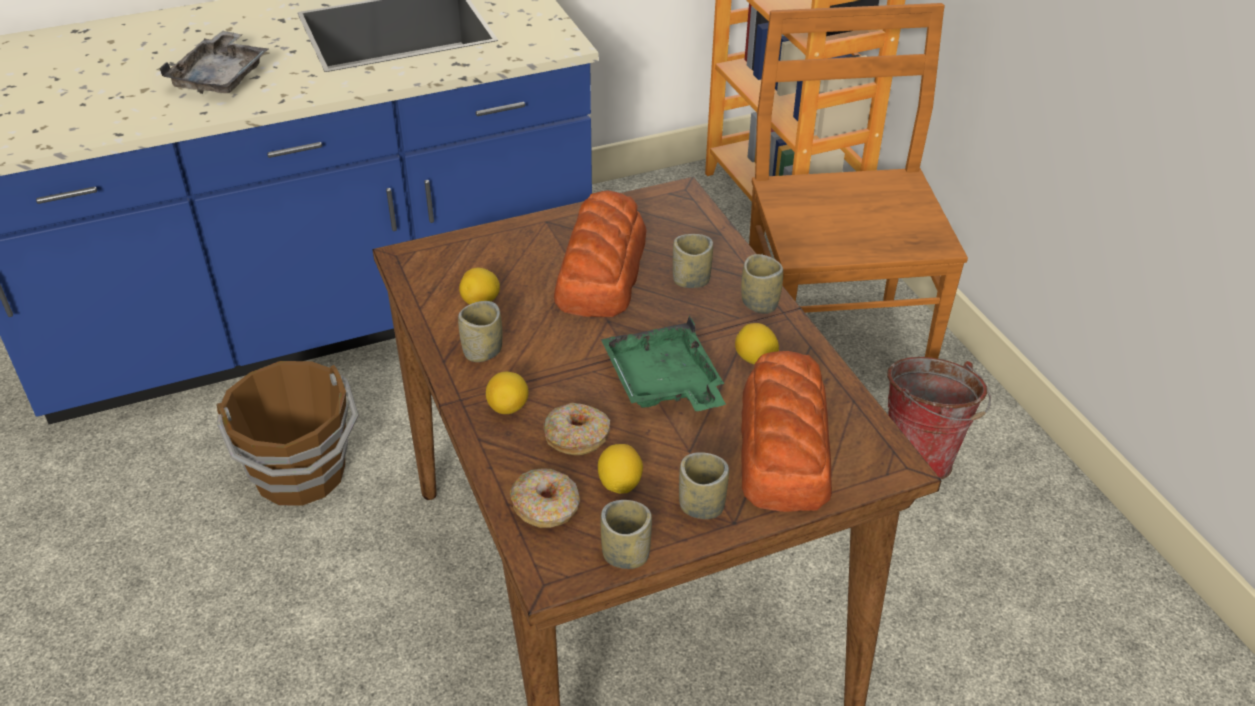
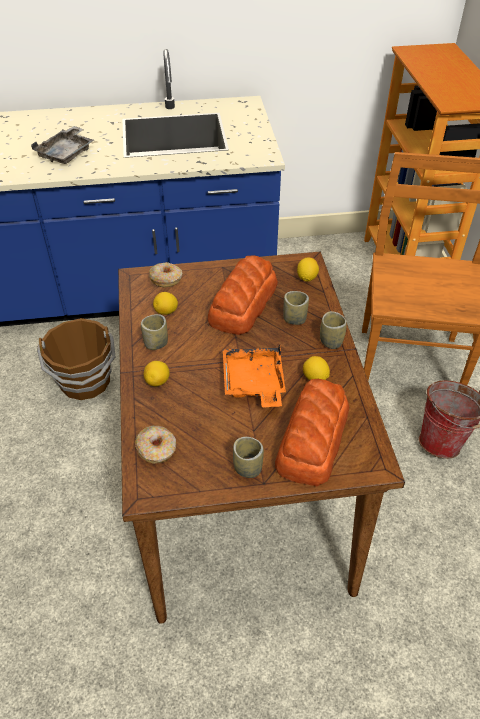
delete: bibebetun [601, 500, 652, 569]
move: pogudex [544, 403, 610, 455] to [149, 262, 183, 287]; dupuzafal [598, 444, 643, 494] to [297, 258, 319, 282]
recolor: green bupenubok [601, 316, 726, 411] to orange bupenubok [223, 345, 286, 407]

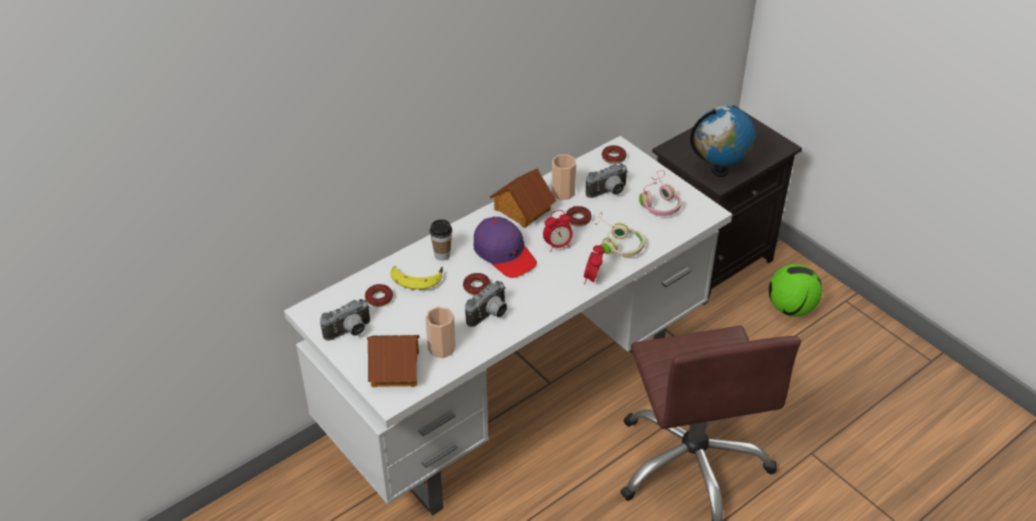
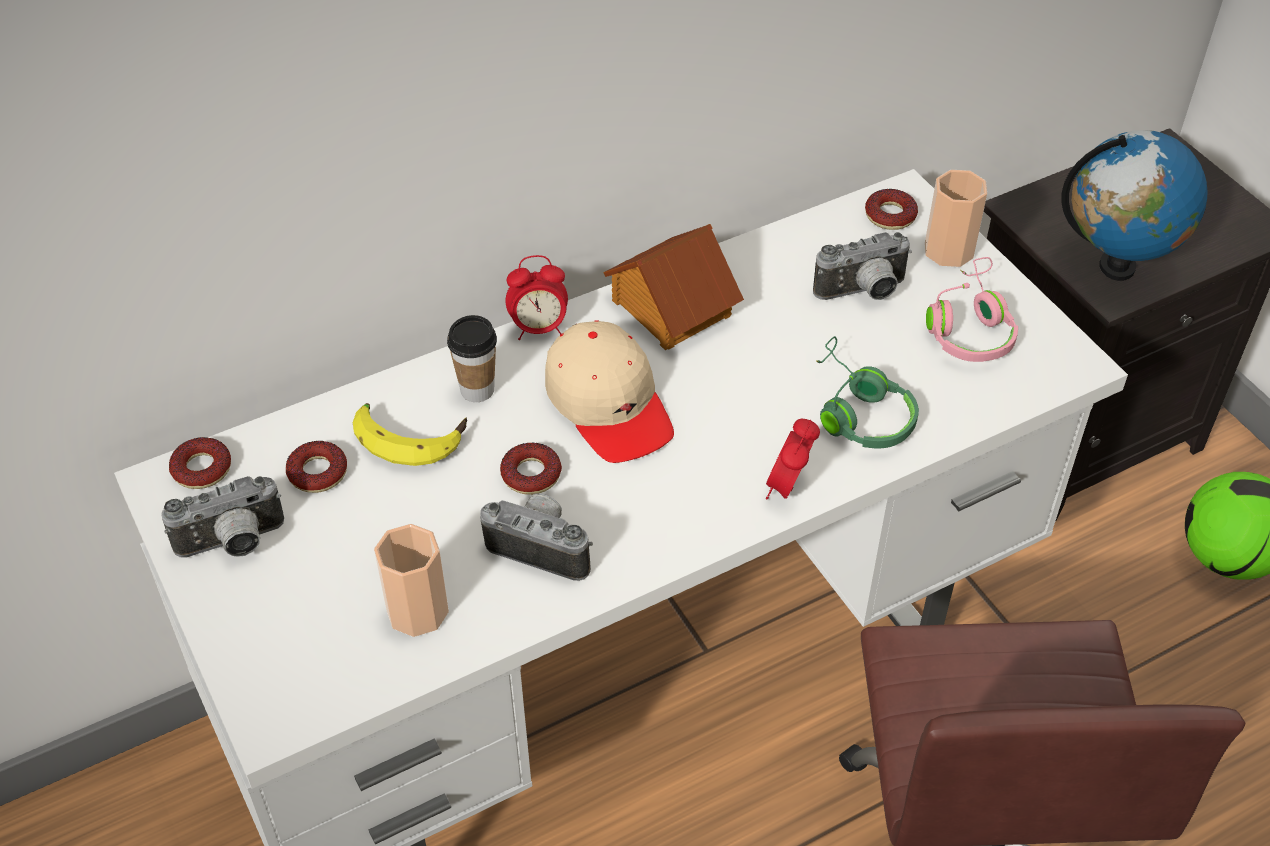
delete: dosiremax [367, 335, 419, 387]
move: bibebetun [551, 154, 576, 200] to [925, 170, 987, 267]; pogudex [566, 206, 592, 227] to [169, 437, 231, 489]; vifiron [543, 210, 573, 252] to [506, 255, 568, 340]
recolor: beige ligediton [594, 212, 644, 257] to green ligediton [817, 336, 919, 448]; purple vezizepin [473, 216, 537, 278] to beige vezizepin [545, 320, 674, 463]
rotate: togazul [465, 281, 507, 327] = [480, 493, 593, 581] 120 degrees counterclockwise

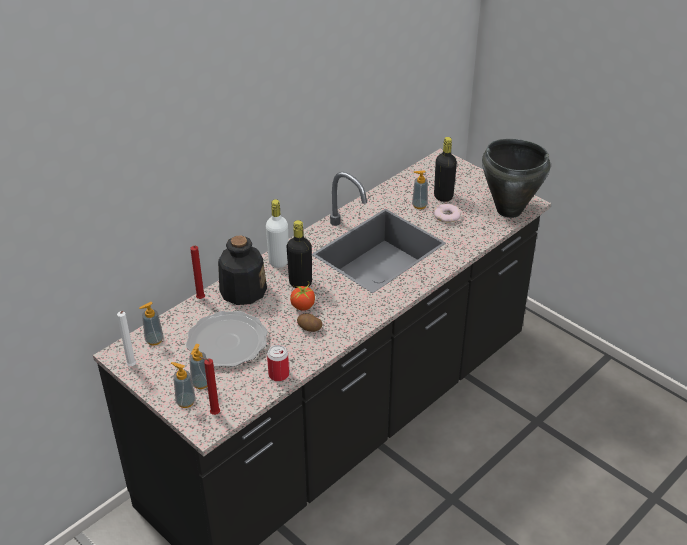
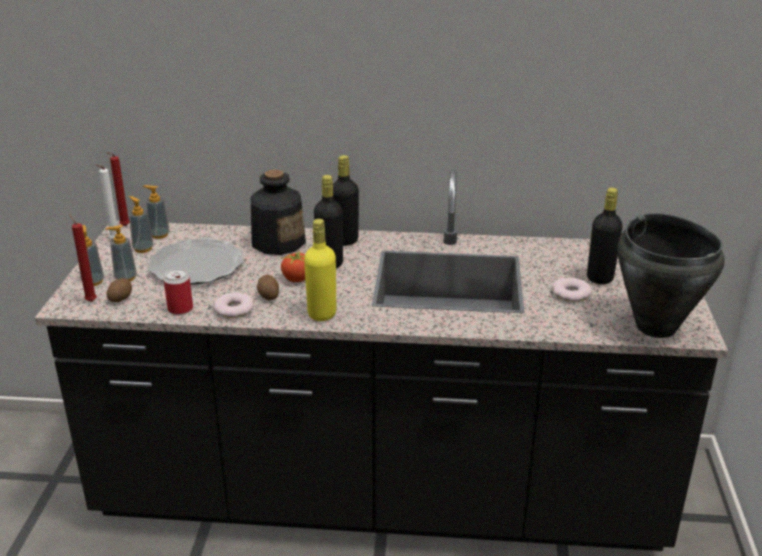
insert: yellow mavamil [304, 219, 336, 321]; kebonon [106, 278, 132, 302]; pogudex [214, 292, 254, 318]
move: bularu [412, 170, 428, 209] to [129, 196, 154, 253]; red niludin [190, 245, 205, 299] to [106, 152, 130, 226]
recolor: white mavamil [266, 199, 288, 268] to black mavamil [333, 155, 359, 246]

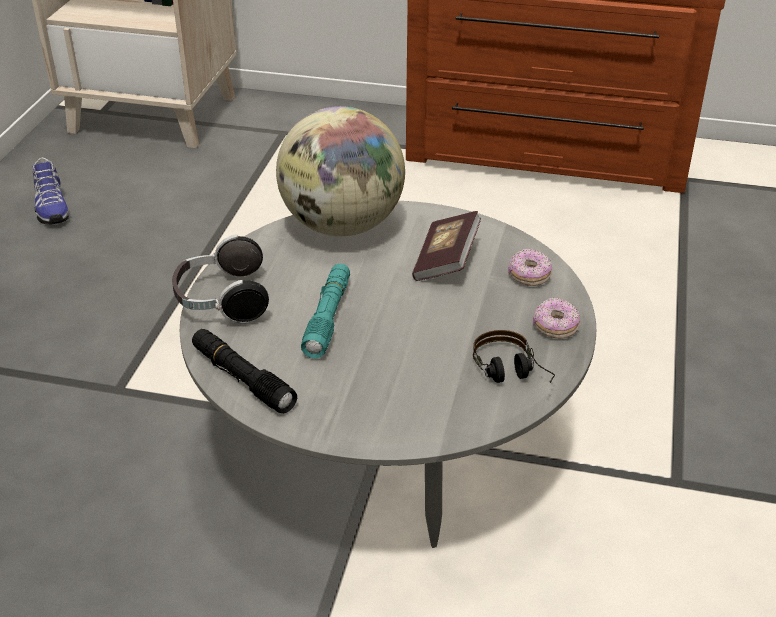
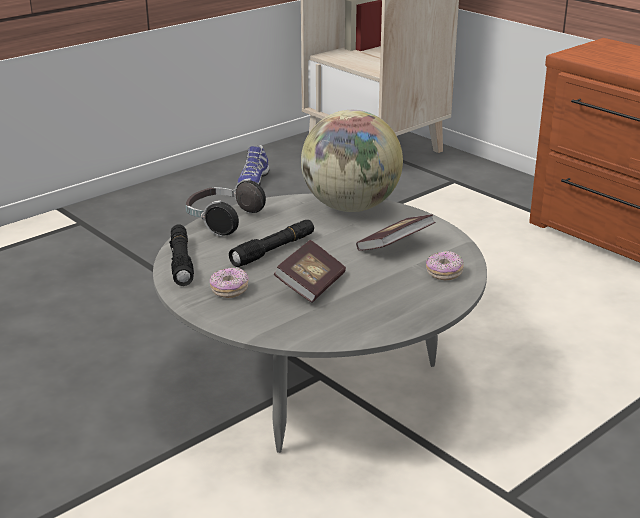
delete: ligediton [473, 330, 555, 383]
insert: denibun [274, 240, 346, 303]
move: pogudex [533, 298, 580, 339] to [210, 267, 249, 298]
recolor: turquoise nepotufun [301, 264, 350, 359] to black nepotufun [229, 220, 314, 267]

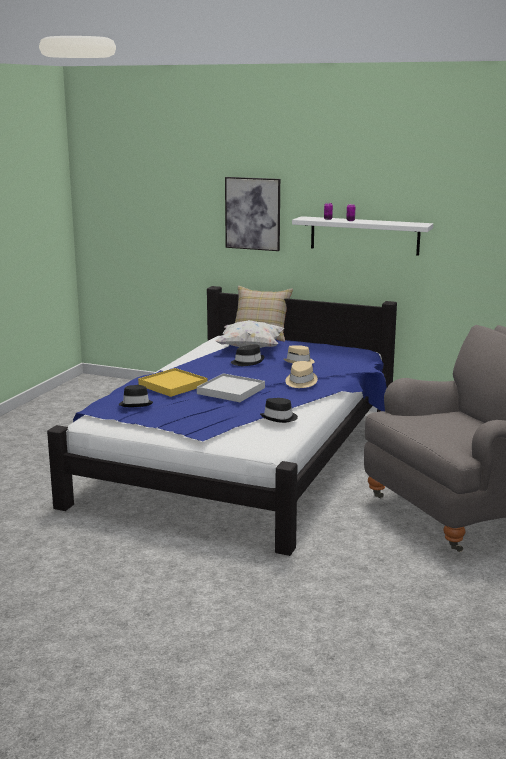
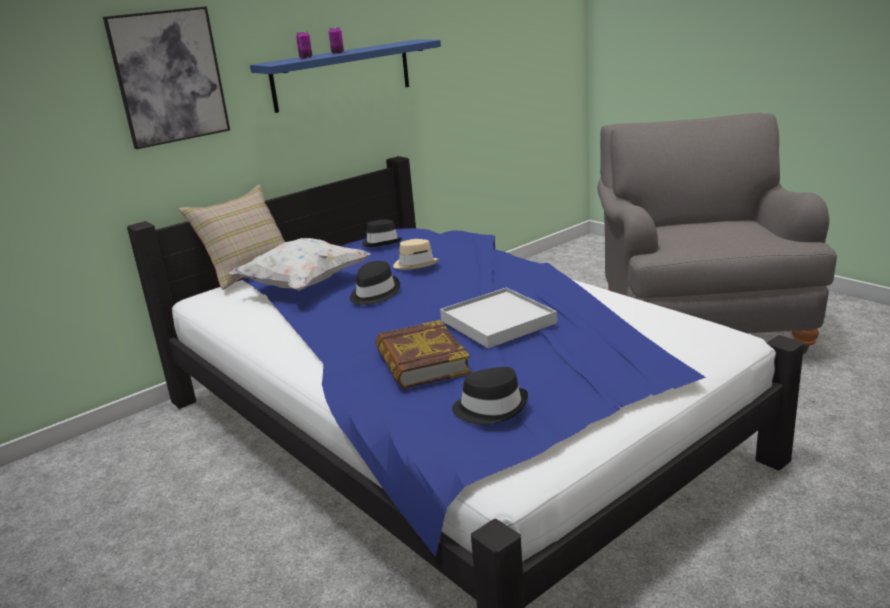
delete: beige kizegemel [285, 361, 318, 388]
move: black kizegemel [260, 398, 298, 423] to [362, 219, 402, 247]
replace: yellow bupenubok [138, 368, 207, 397] to denibun [375, 320, 471, 389]
recolor: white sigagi [292, 216, 433, 256] to blue sigagi [250, 39, 441, 113]

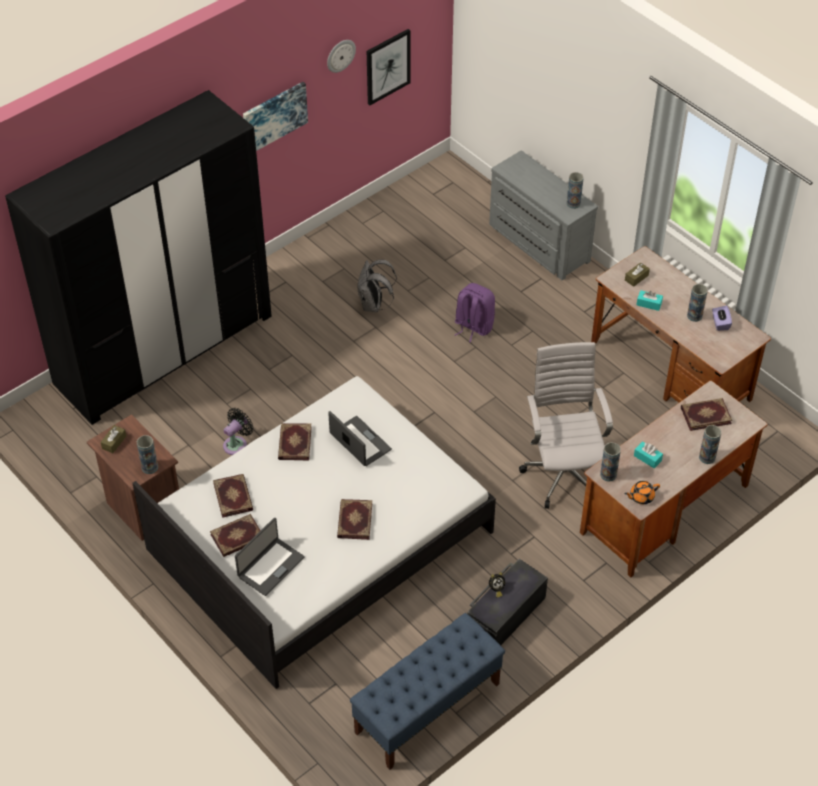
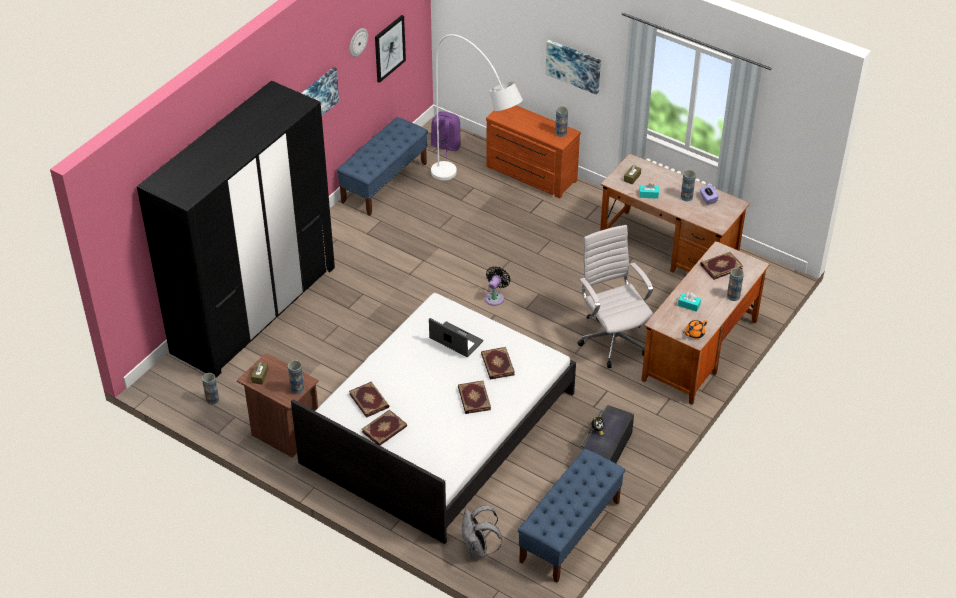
delete: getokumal [235, 517, 305, 596]
insert: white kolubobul [431, 34, 523, 180]; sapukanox [545, 40, 601, 95]; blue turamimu [336, 117, 428, 216]
move: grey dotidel [357, 260, 397, 312] to [462, 505, 502, 558]; purple dotidel [455, 283, 495, 343] to [431, 111, 461, 158]; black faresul [223, 408, 254, 455] to [485, 266, 511, 306]; denibun [278, 423, 312, 460] to [481, 347, 515, 379]; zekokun [600, 442, 621, 482] to [202, 373, 219, 405]
recolor: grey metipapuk [489, 150, 598, 280] to brown metipapuk [486, 105, 581, 199]

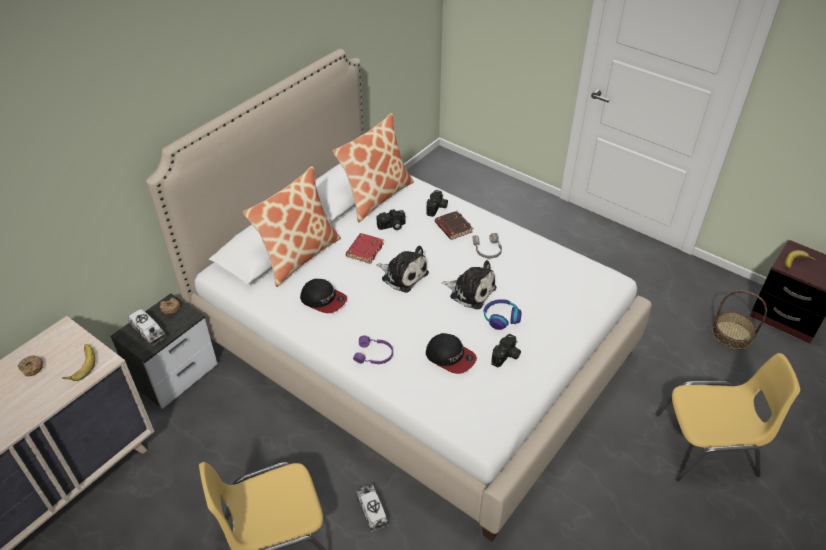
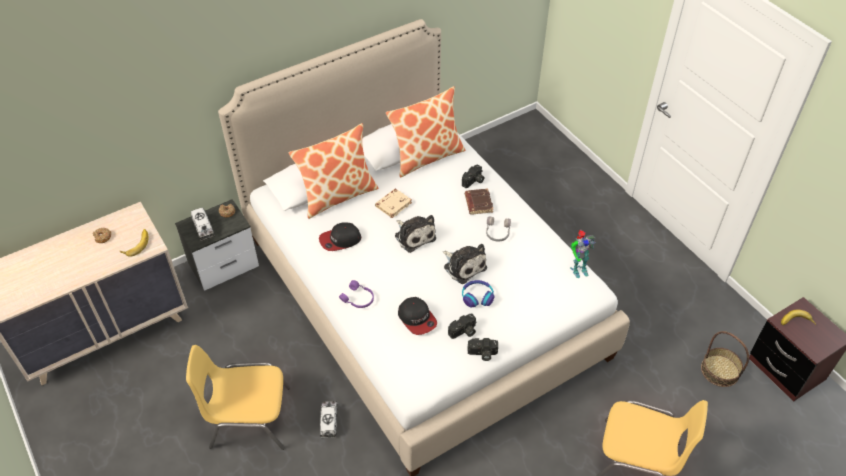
insert: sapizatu [570, 230, 597, 278]
move: togazul [377, 209, 405, 230] to [468, 338, 498, 361]
recolor: red denibun [346, 233, 384, 264] to beige denibun [375, 189, 412, 218]
rotate: vezizepin [300, 279, 347, 313] = [319, 222, 361, 251] 105 degrees clockwise

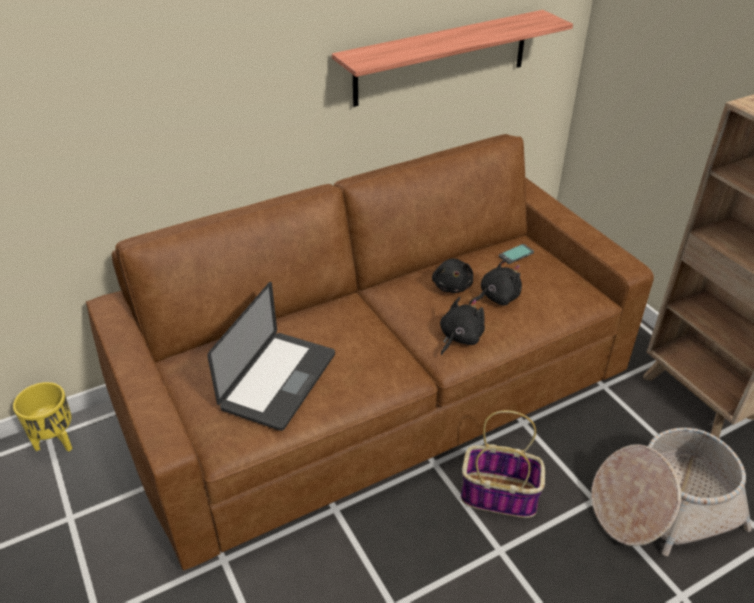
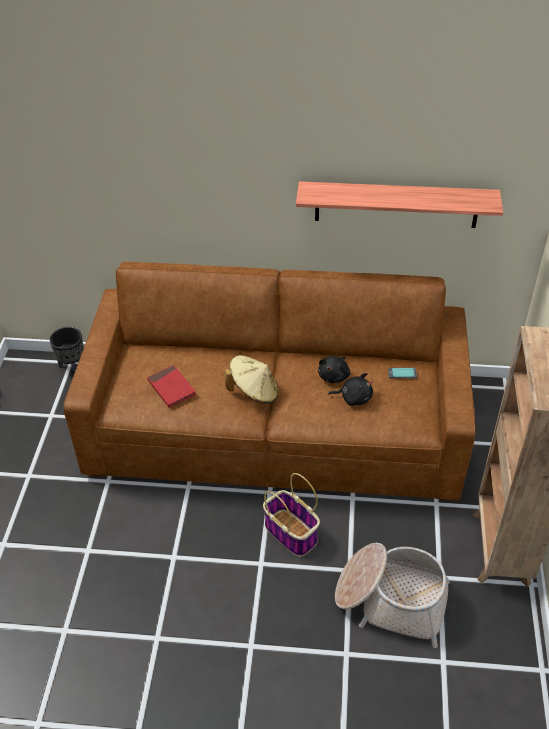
delete: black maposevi [440, 297, 485, 355]
insert: beige kizegemel [225, 355, 278, 404]
replace: getokumal [207, 282, 335, 431] to red denibun [147, 365, 196, 408]
recolor: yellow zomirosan [13, 382, 72, 452] to black zomirosan [50, 327, 84, 373]

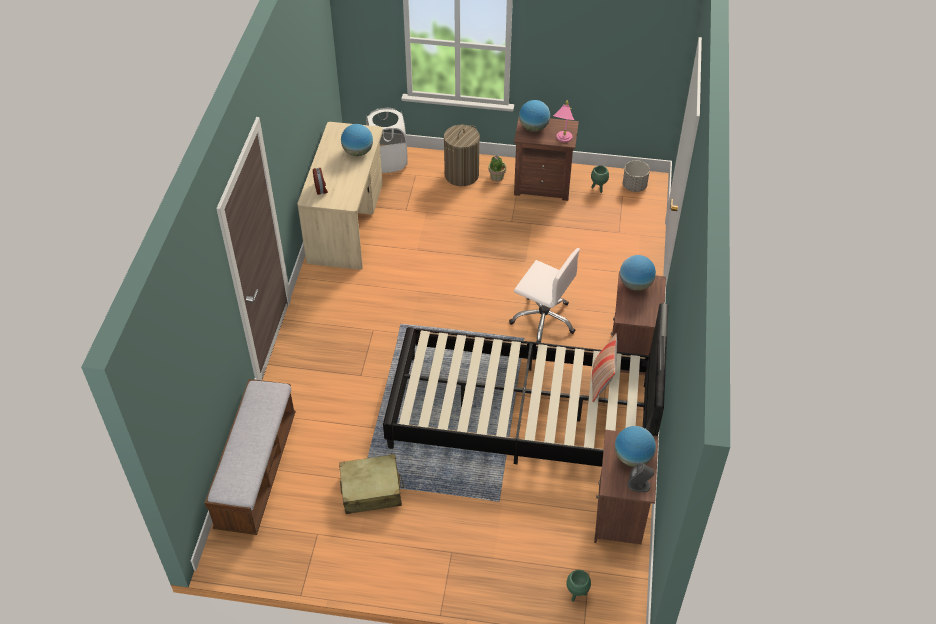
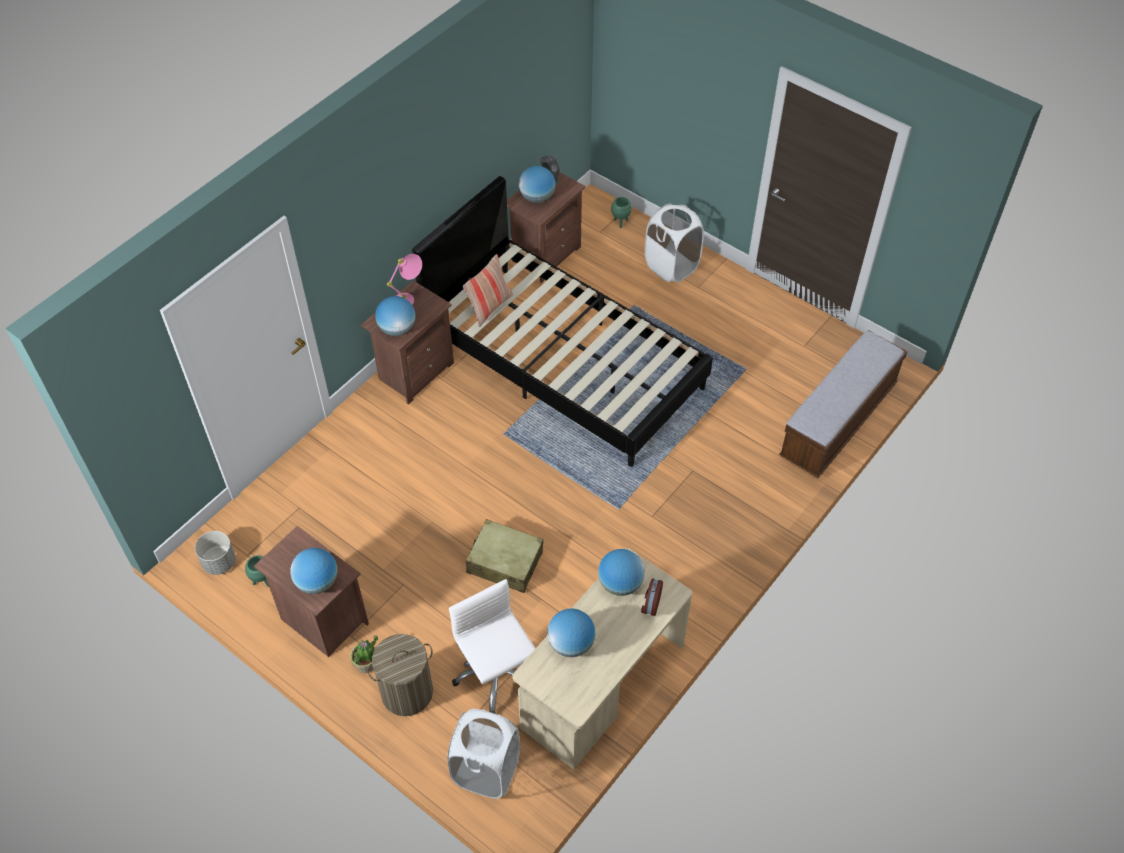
insert: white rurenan [645, 203, 704, 283]; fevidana [598, 549, 645, 596]
move: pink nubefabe [553, 100, 574, 142] to [387, 254, 422, 305]; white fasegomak [509, 248, 580, 343] to [449, 579, 536, 714]; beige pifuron [339, 454, 404, 514] to [466, 519, 543, 593]

